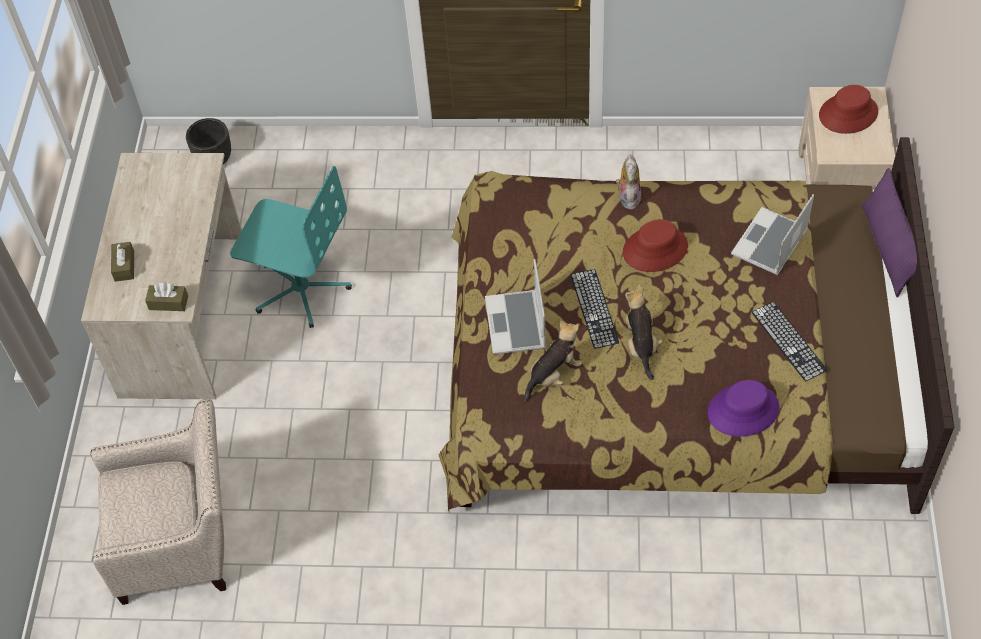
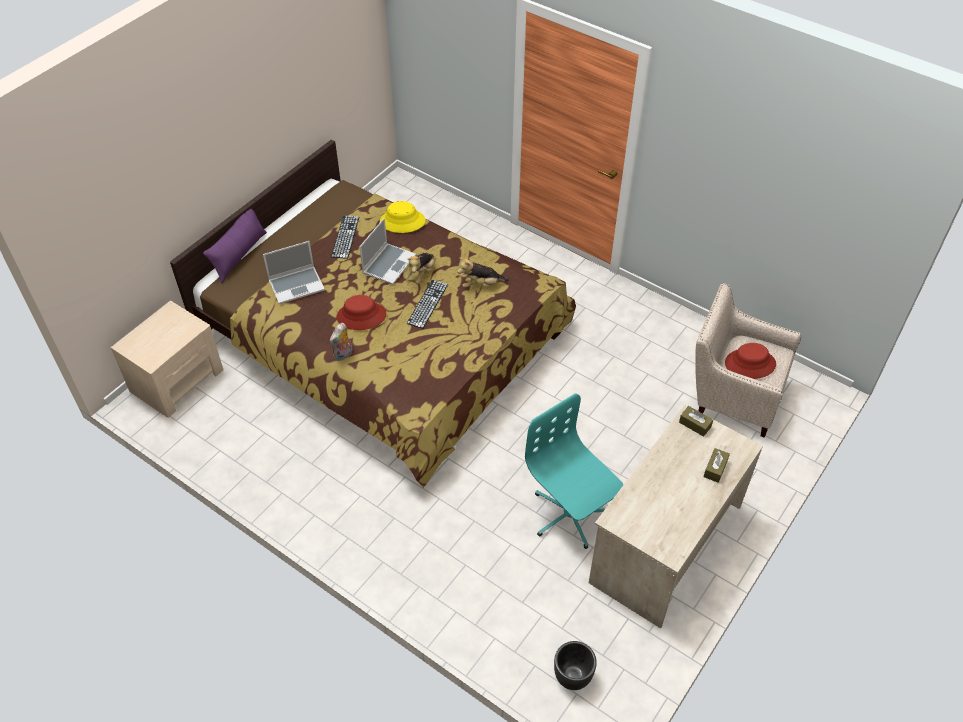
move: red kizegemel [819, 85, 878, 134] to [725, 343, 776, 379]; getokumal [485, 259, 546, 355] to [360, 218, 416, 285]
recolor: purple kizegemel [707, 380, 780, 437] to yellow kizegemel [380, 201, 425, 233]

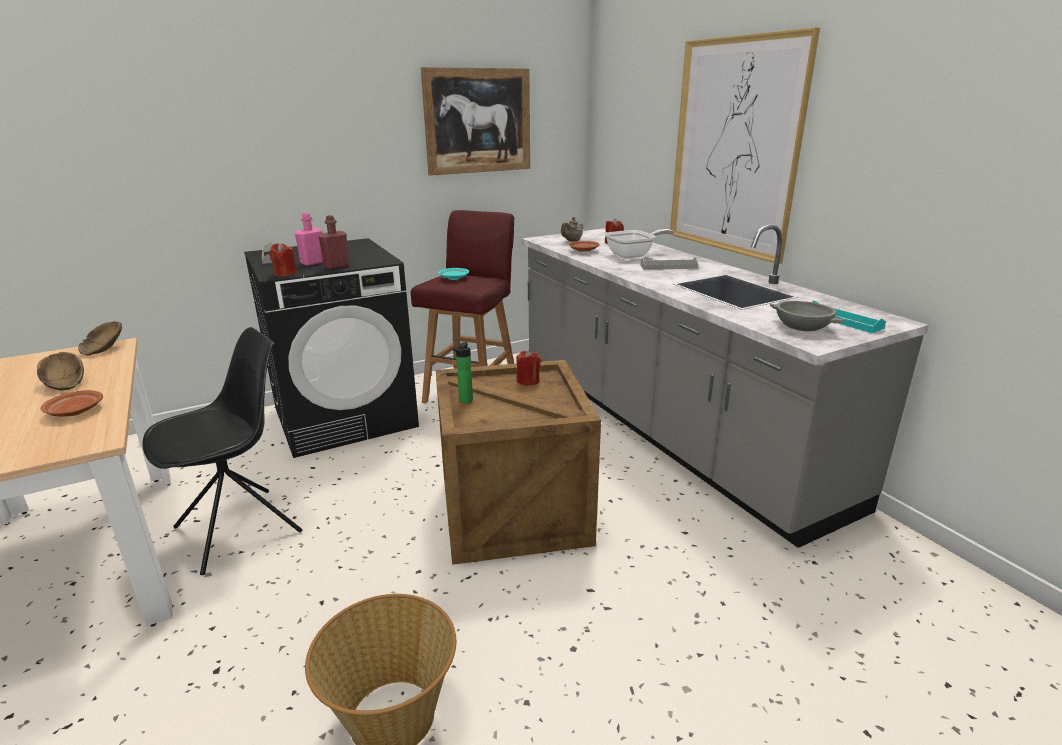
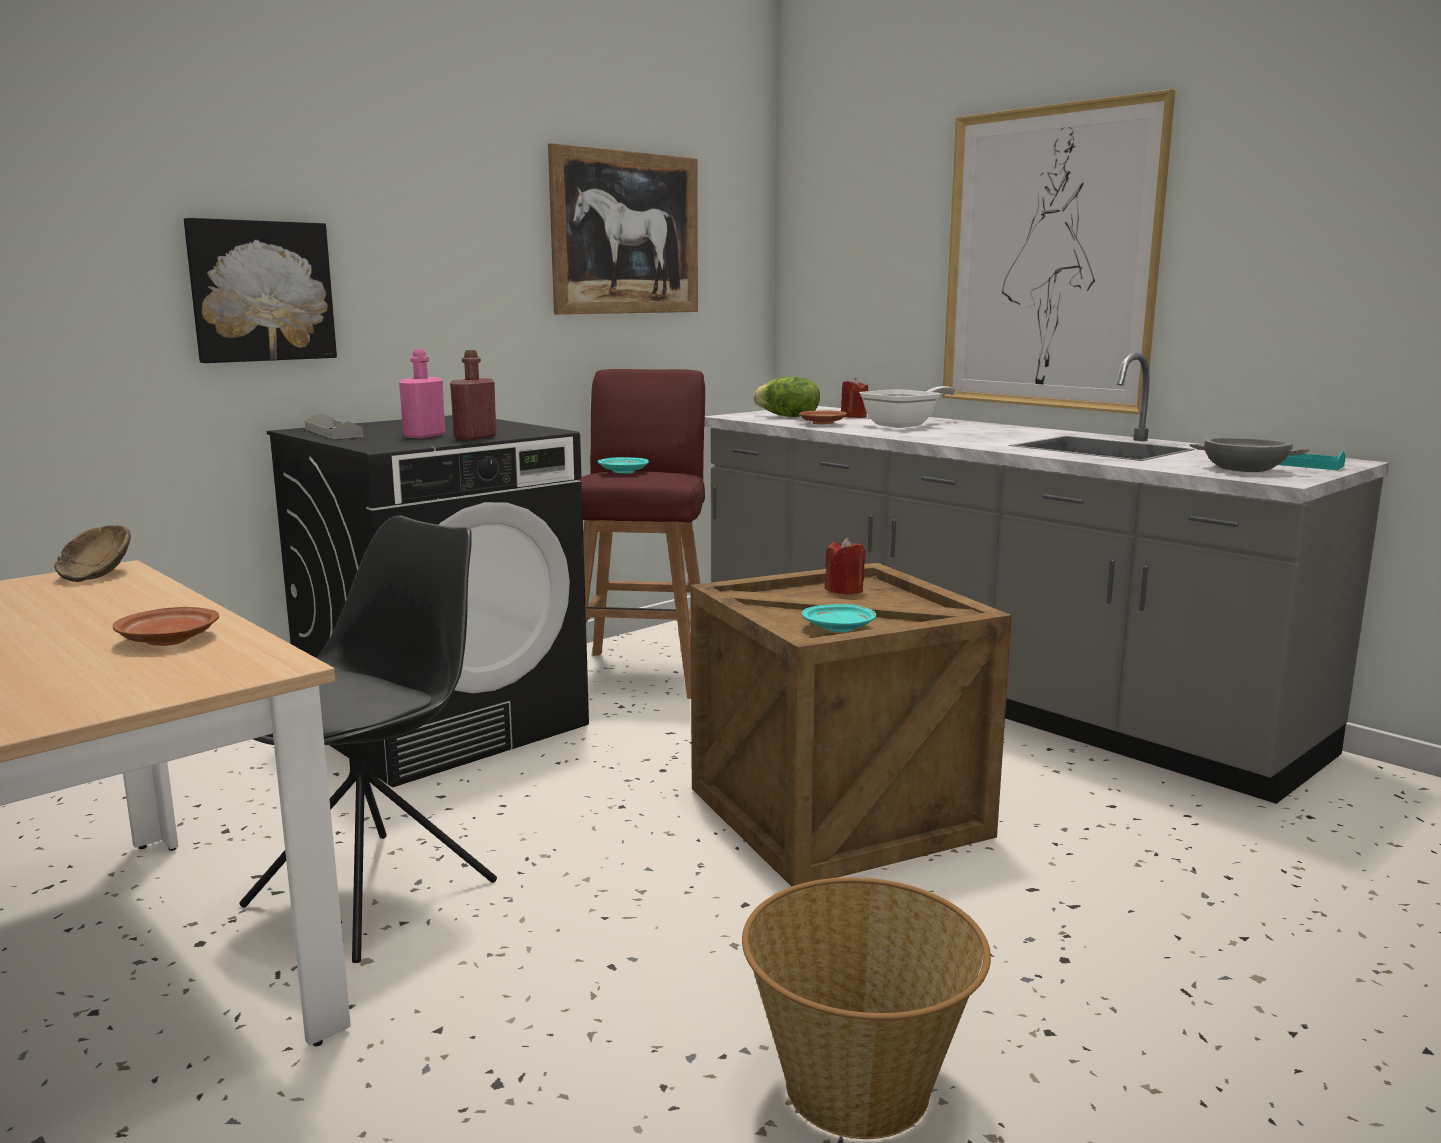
delete: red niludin [269, 243, 297, 276]; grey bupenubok [640, 257, 698, 270]; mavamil [453, 342, 473, 403]; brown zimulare [37, 352, 84, 391]
insert: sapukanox [184, 218, 337, 363]; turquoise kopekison [802, 604, 876, 632]
replace: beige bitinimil [561, 217, 583, 242] to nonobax [754, 376, 820, 417]

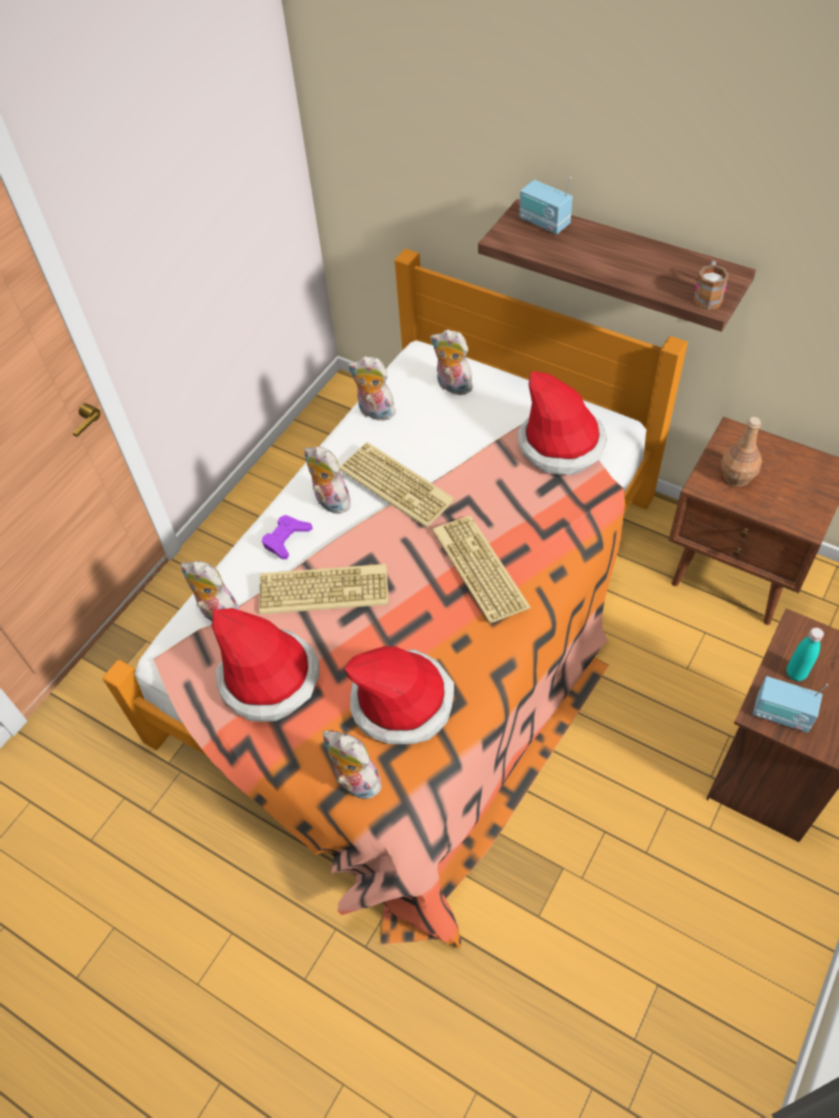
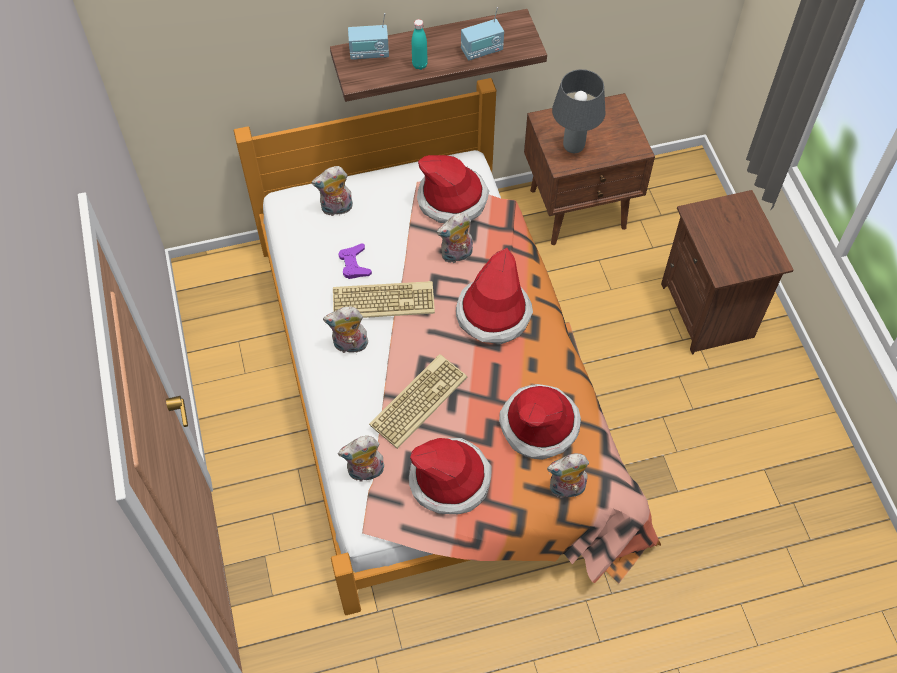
delete: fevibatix [693, 260, 729, 310]
move: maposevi [348, 356, 395, 423] to [437, 213, 473, 263]; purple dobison [262, 515, 313, 559] to [338, 244, 372, 279]; turquoise mavamil [786, 627, 824, 681] to [412, 19, 428, 70]; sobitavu [753, 676, 828, 733] to [461, 7, 504, 60]
replace: brown mavamil [721, 417, 762, 487] to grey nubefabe [552, 69, 605, 153]; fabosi [433, 516, 531, 623] to kizegemel [456, 248, 533, 344]

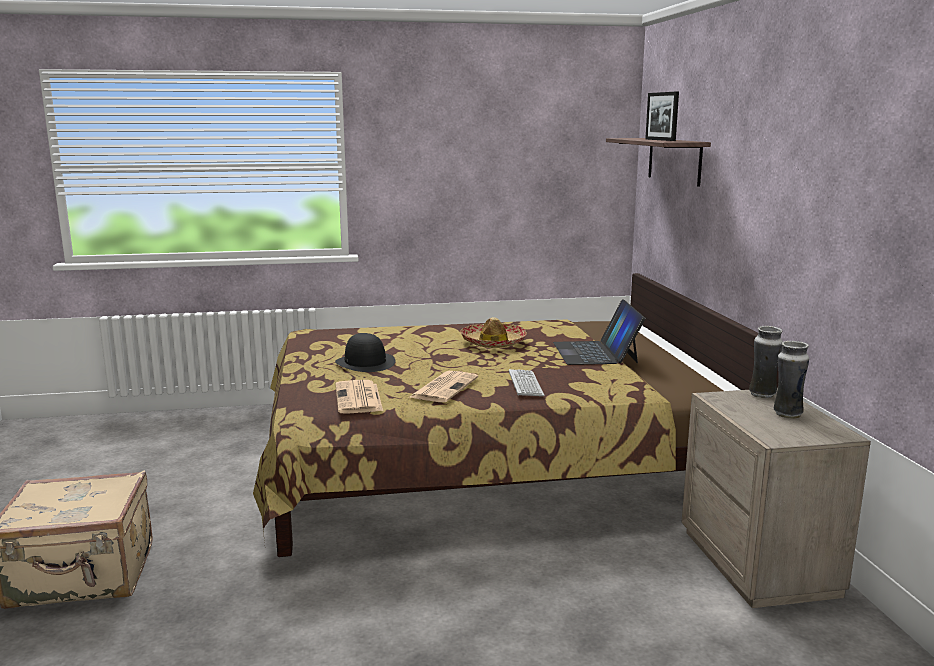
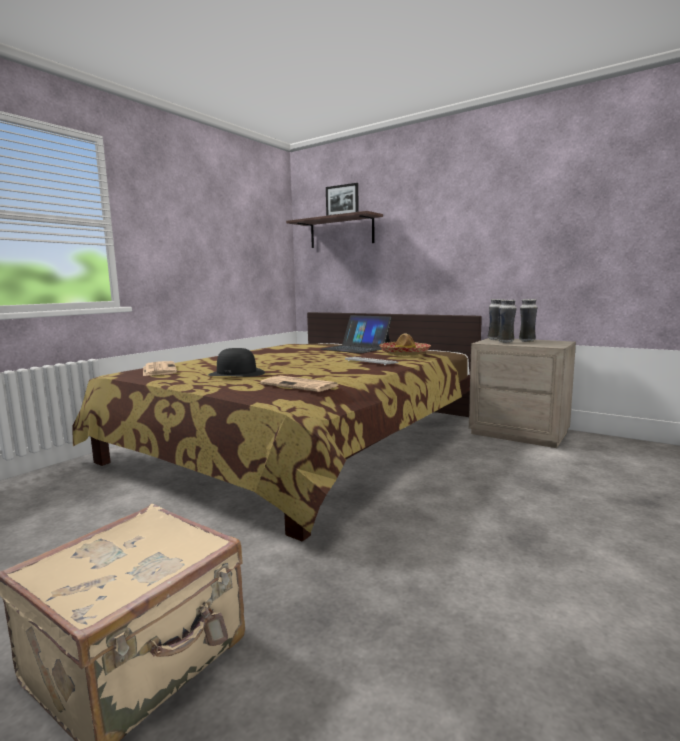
insert: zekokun [498, 300, 517, 343]
move: kizegemel [460, 317, 527, 348] to [379, 333, 431, 356]; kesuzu [408, 371, 478, 402] to [143, 361, 177, 376]

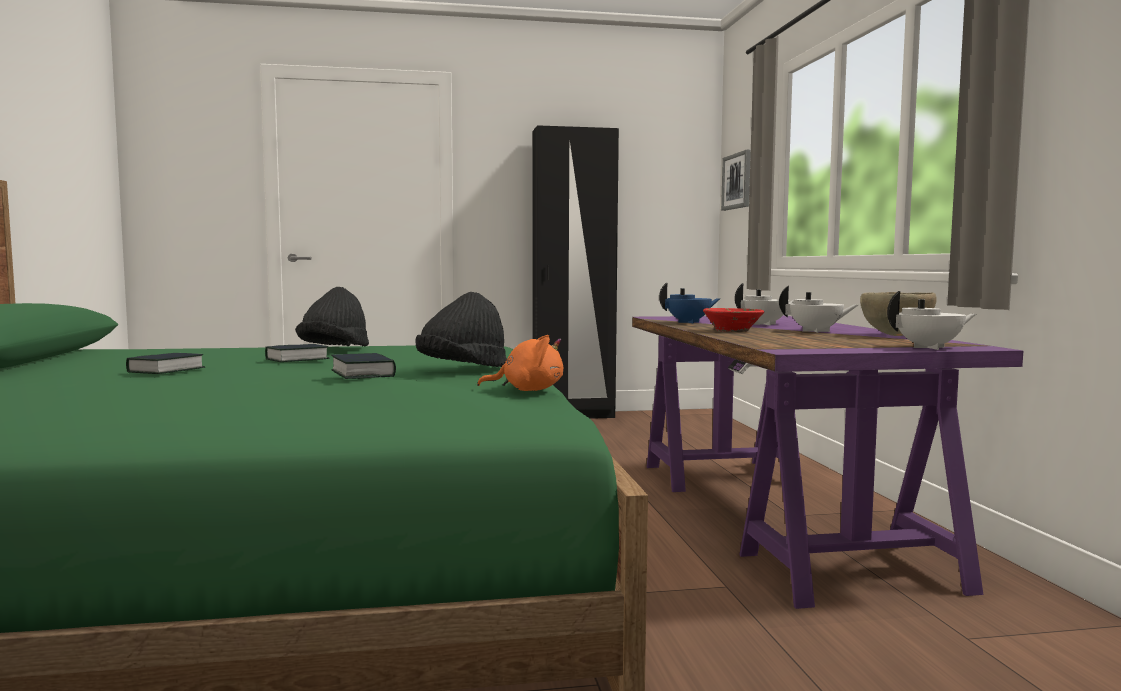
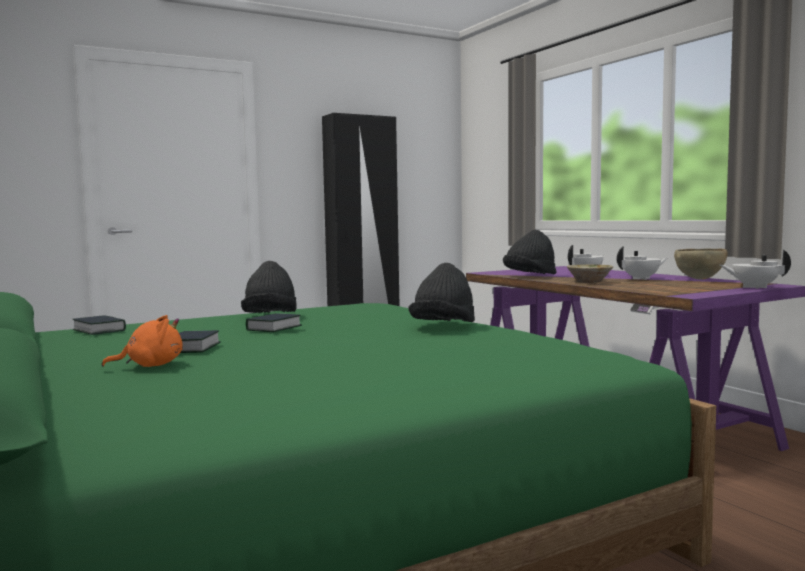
delete: sapukanox [721, 150, 751, 211]
move: orange maposevi [477, 335, 563, 391] to [102, 315, 183, 367]; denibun [331, 353, 396, 379] to [72, 315, 126, 335]
replace: blue bitinimil [659, 283, 721, 323] to black kizegemel [503, 230, 556, 274]
recolor: red zimulare [703, 308, 764, 332] to beige zimulare [567, 265, 613, 283]
rotate: white bitinimil [887, 291, 976, 350] = [720, 250, 791, 289] 135 degrees counterclockwise

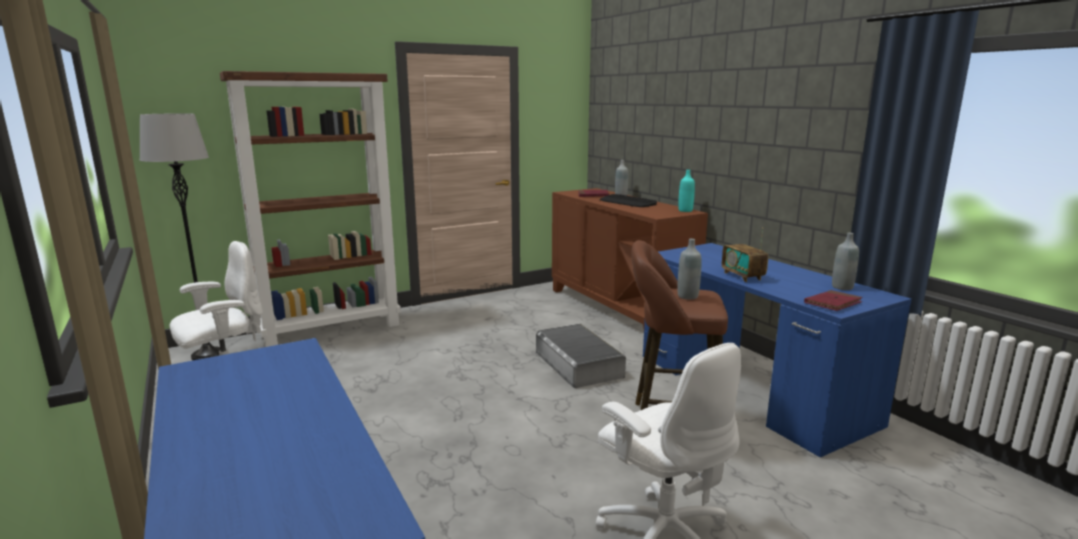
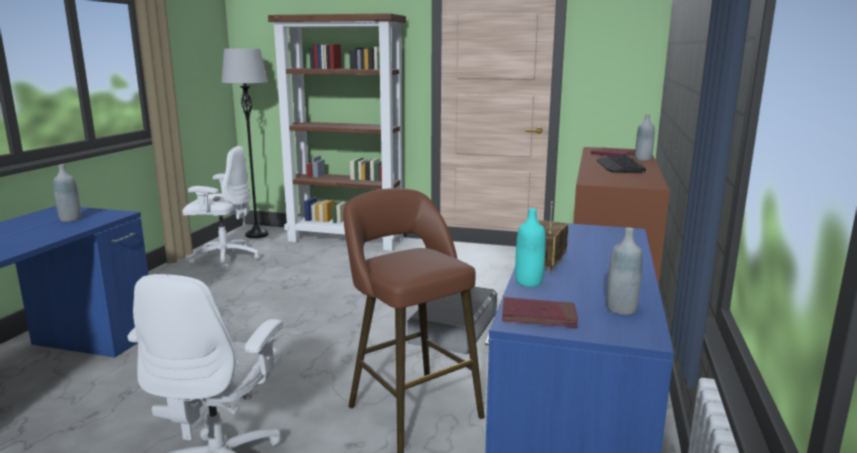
move: turquoise mavamil [678, 170, 695, 212] to [515, 208, 546, 287]; grey mavamil [677, 239, 702, 300] to [53, 164, 81, 222]

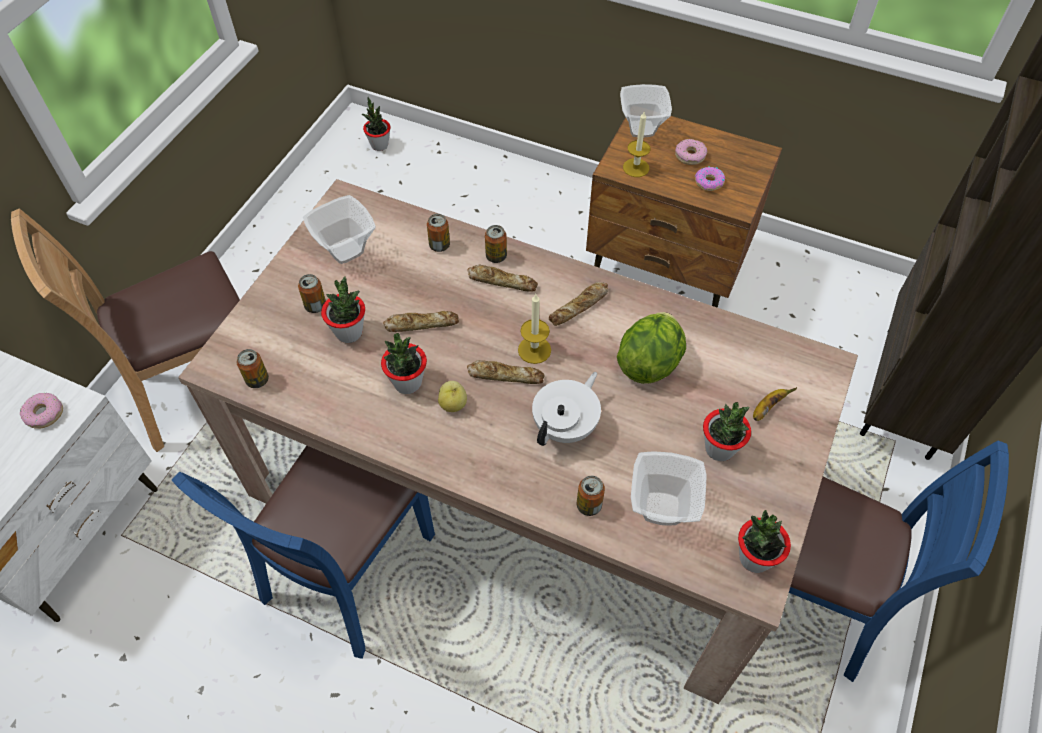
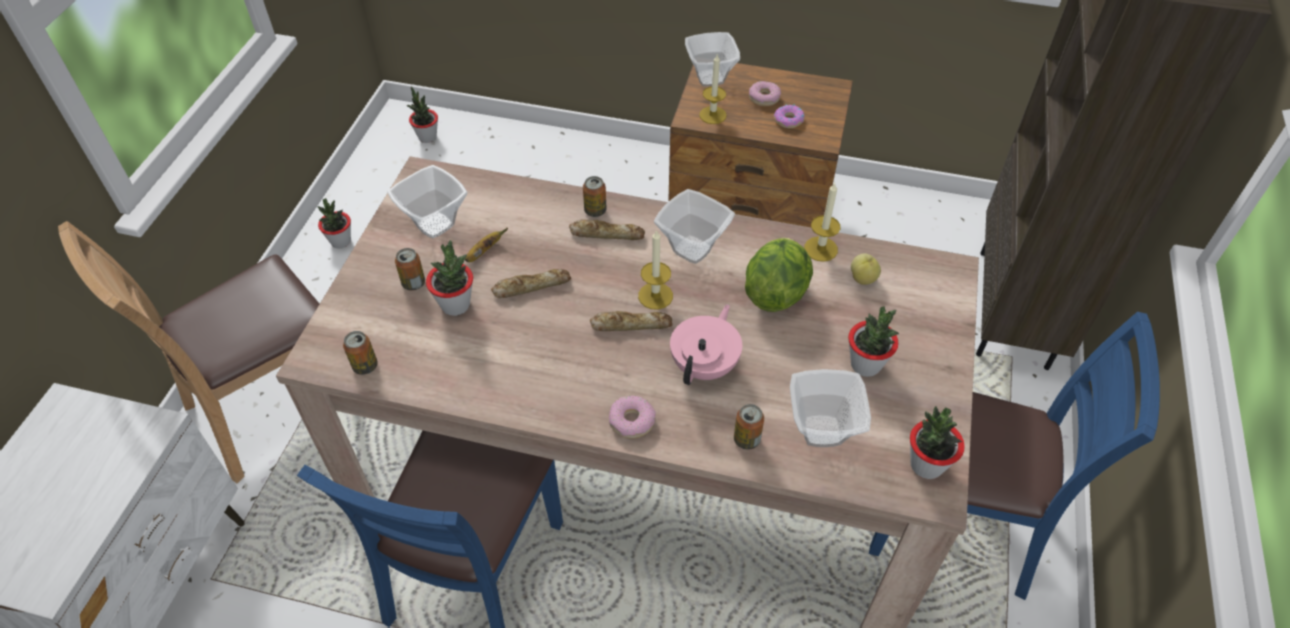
delete: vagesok [427, 214, 450, 252]
insert: niludin [804, 183, 840, 262]
move: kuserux [381, 333, 427, 394] to [318, 198, 351, 248]; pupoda [438, 381, 467, 412] to [851, 253, 881, 285]; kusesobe [753, 388, 797, 421] to [465, 227, 508, 262]; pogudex [20, 393, 63, 429] to [609, 396, 656, 439]
replace: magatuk [549, 282, 608, 326] to zimulare [654, 189, 735, 264]
recolor: white bitinimil [532, 372, 601, 446] to pink bitinimil [670, 304, 742, 385]

